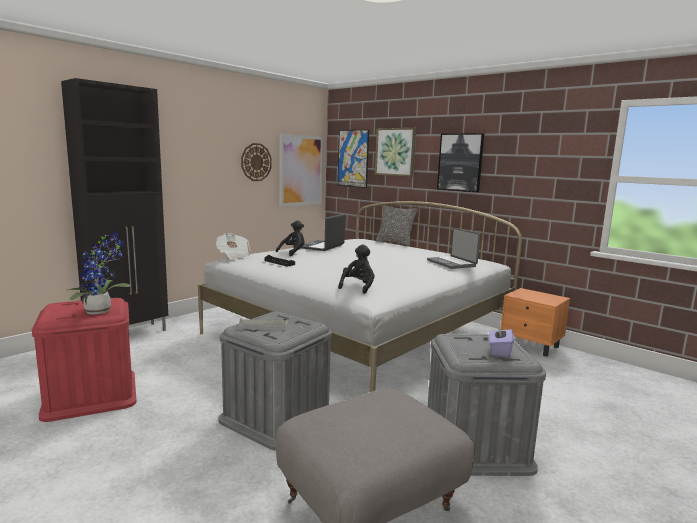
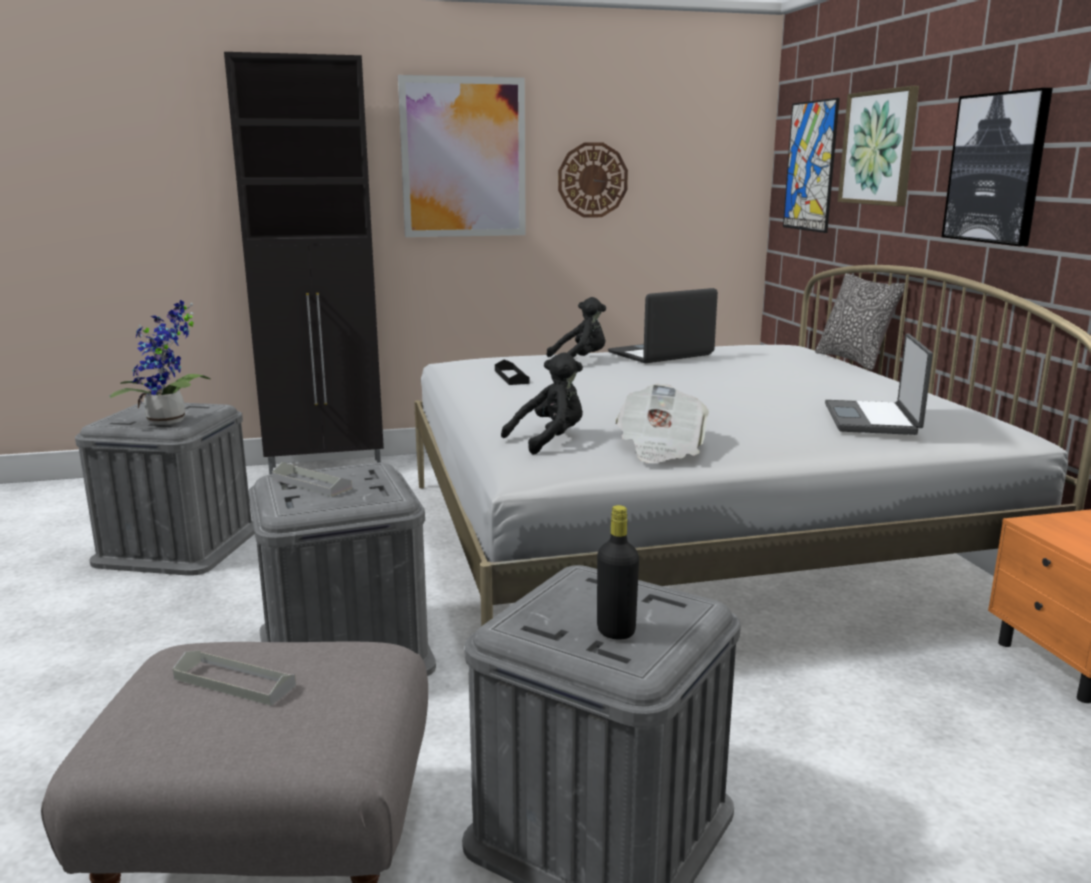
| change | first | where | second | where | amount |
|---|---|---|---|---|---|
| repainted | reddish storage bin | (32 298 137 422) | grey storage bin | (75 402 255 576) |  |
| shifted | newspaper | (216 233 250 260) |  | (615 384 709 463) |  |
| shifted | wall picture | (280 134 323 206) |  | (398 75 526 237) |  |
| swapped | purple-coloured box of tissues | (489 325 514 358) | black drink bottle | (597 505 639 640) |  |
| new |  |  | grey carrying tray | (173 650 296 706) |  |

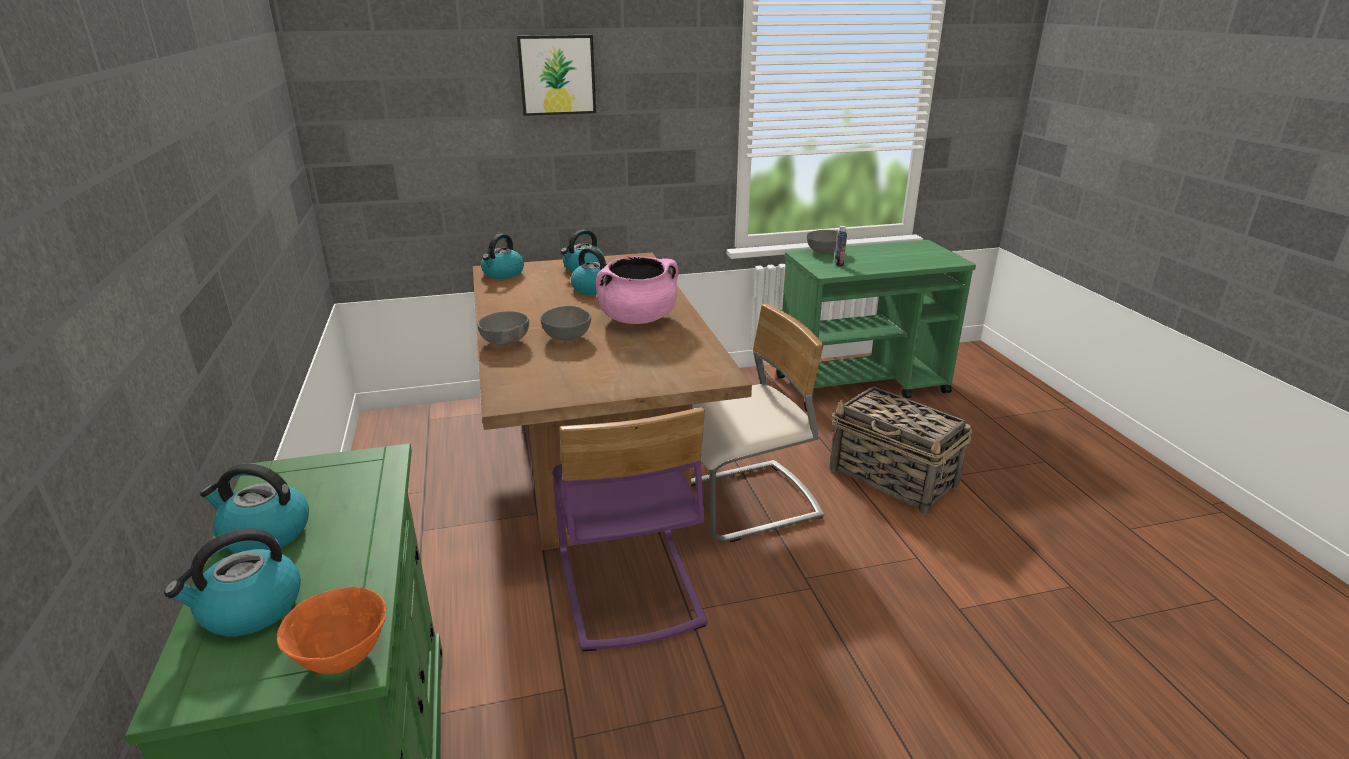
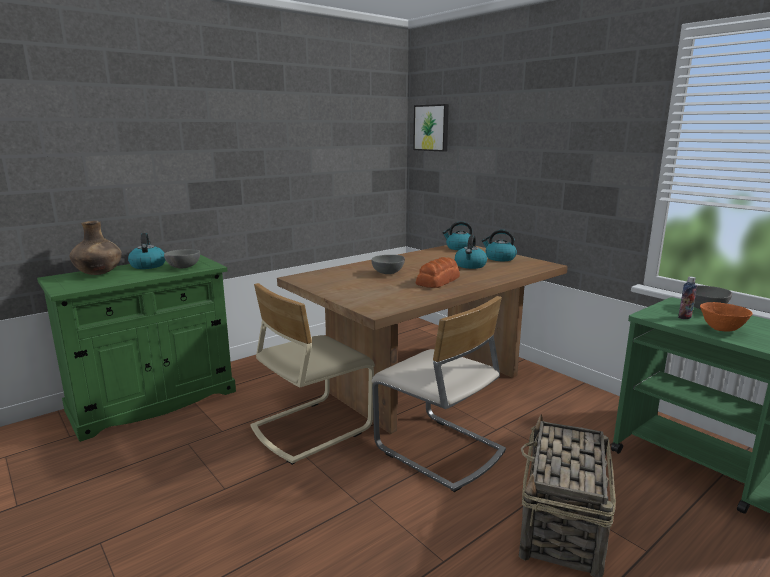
| change | first | where | second | where | amount |
|---|---|---|---|---|---|
| swapped | tea kettle | (164 528 301 636) | brownish decorative vase | (70 221 122 275) |  |
| shifted | orangey bowl | (277 587 387 674) |  | (700 302 753 332) |  |
| shifted | grey bowl | (477 311 529 345) |  | (164 249 200 269) |  |
| shifted | wall picture | (517 35 596 116) |  | (413 104 449 152) |  |
| repainted | purple-coloured plain chair | (552 407 708 651) | beige-coloured plain chair | (250 283 375 465) |  |
| swapped | pink stockpot | (596 256 678 324) | bakery bread | (416 257 460 288) |  |

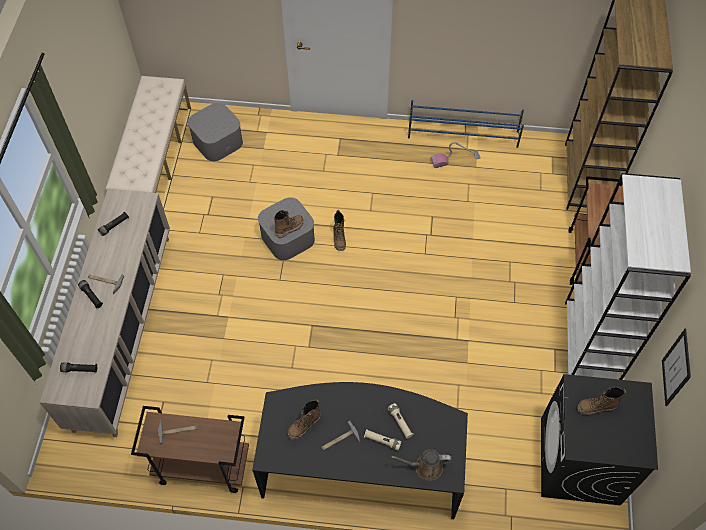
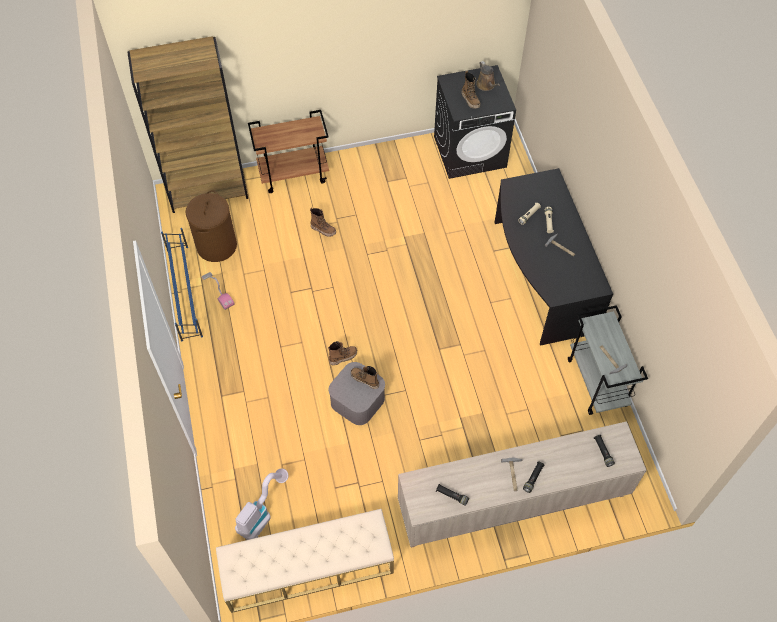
| change | first | where | second | where | amount |
|---|---|---|---|---|---|
| repainted | brownish cart | (131 406 249 493) | grey cart | (568 305 648 415) |  |
| swapped | grey storage bin | (188 103 243 162) | vacuum | (235 468 288 540) |  |
| shifted | tall boot | (288 399 321 440) |  | (310 207 336 237) |  |
| shifted | brownish watering pot | (391 449 452 481) |  | (476 61 500 91) |  |
| gone | white-coloured bookshelf | (565 173 691 380) |  |  |  |
| gone | wall picture | (662 329 691 406) |  |  |  |
| new |  |  | brownish laundry basket | (186 191 237 262) |  |

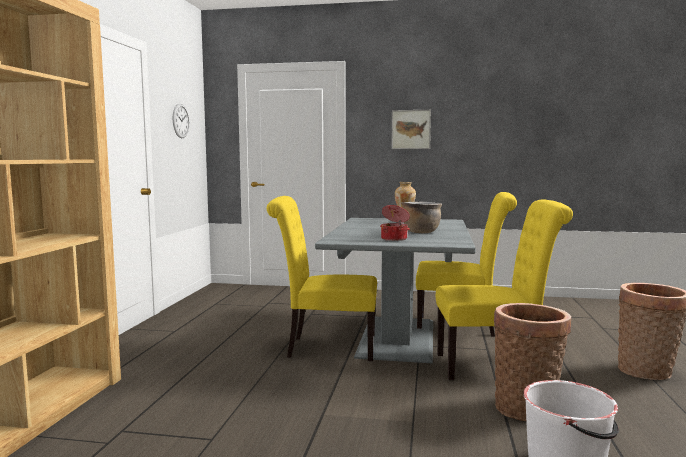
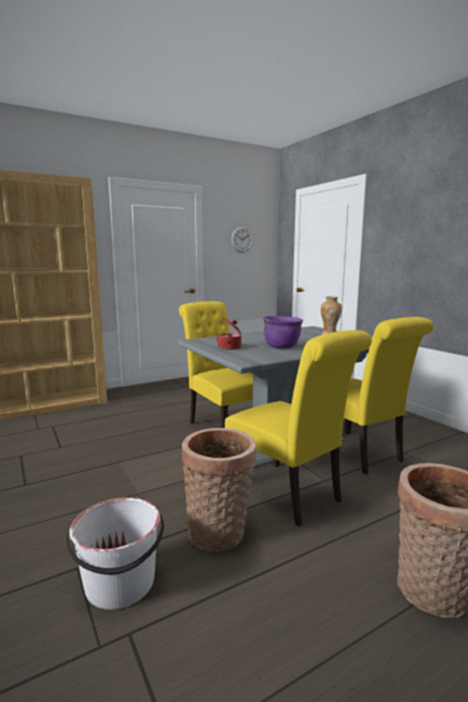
| change | first | where | second | where | amount |
|---|---|---|---|---|---|
| gone | wall picture | (391 110 431 149) |  |  |  |
| repainted | brownish stockpot | (401 202 443 233) | purple-coloured stockpot | (263 316 303 349) |  |

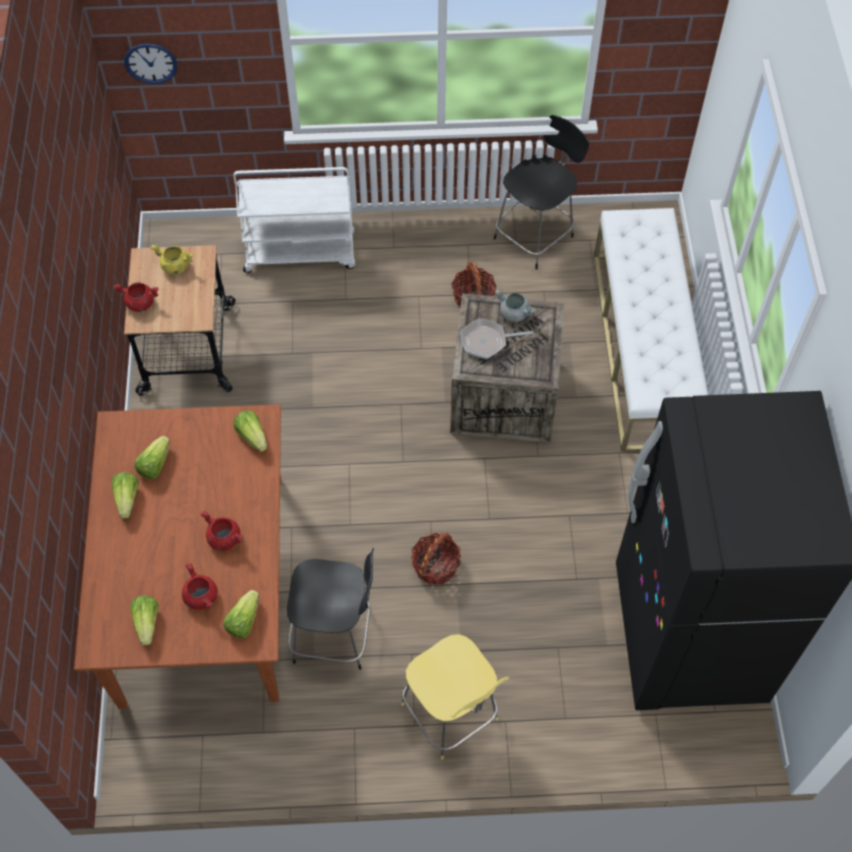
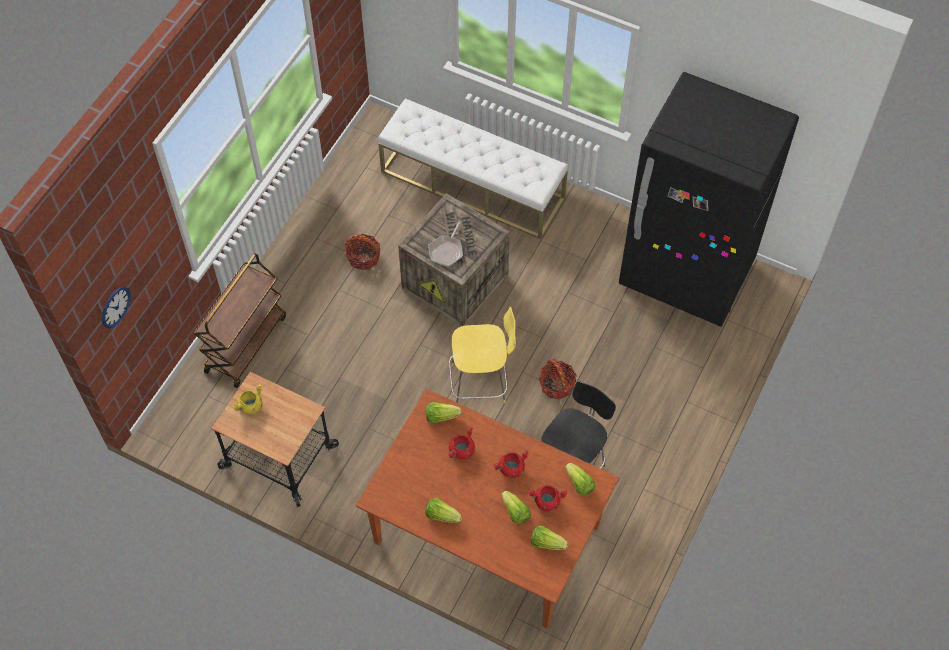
| change | first | where | second | where | amount |
|---|---|---|---|---|---|
| shifted | reddish stockpot | (114 282 158 312) |  | (448 427 475 460) |  |
| shifted | lettuce | (134 436 170 479) |  | (501 491 531 524) |  |
| repainted | white-coloured cart | (234 167 355 273) | brownish cart | (194 254 286 388) |  |
| shifted | yellow-coloured stool | (401 634 509 760) |  | (449 306 516 404) |  |
| gone | black stool | (494 115 589 269) |  |  |  |
| gone | grey stockpot | (495 290 535 322) |  |  |  |

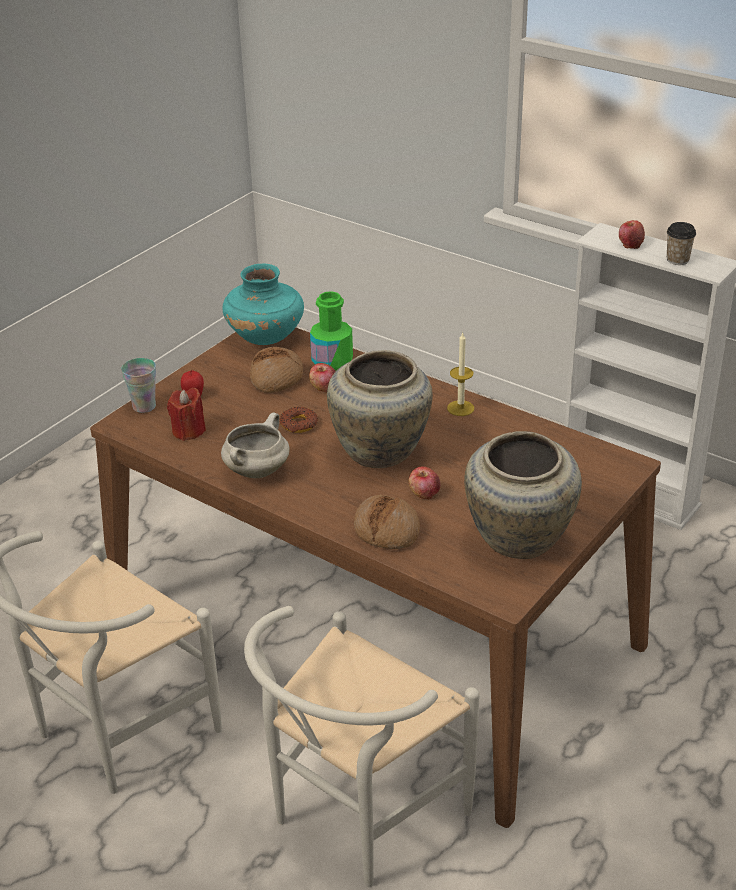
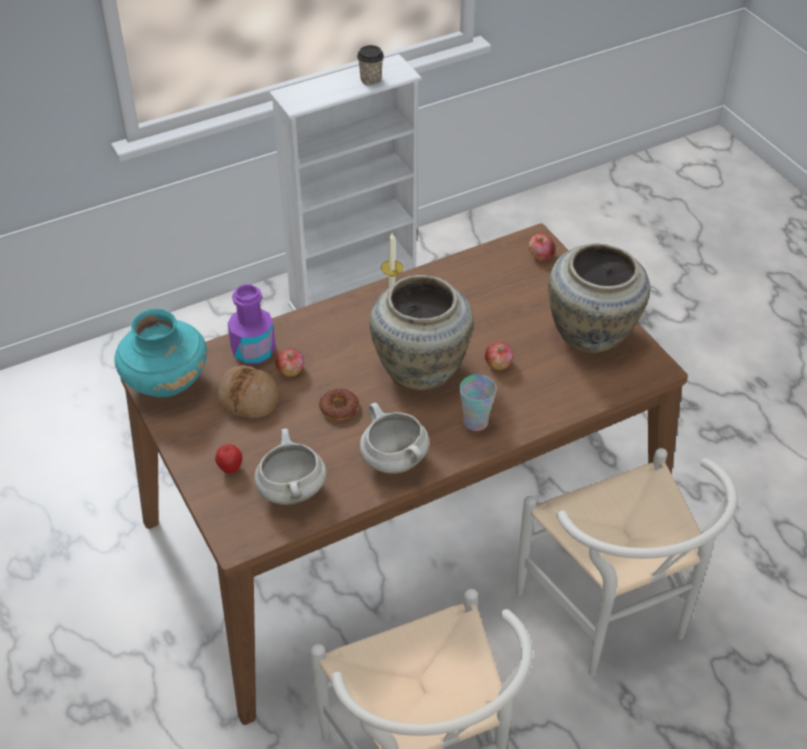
| change | first | where | second | where | amount |
|---|---|---|---|---|---|
| shifted | drinking cup | (121 358 156 413) |  | (460 374 497 431) |  |
| swapped | reddish wax candle | (167 388 206 441) | white-coloured stockpot | (254 428 327 505) |  |
| repainted | green drink bottle | (310 291 353 371) | purple-coloured drink bottle | (228 284 276 364) |  |
| gone | bakery bread | (354 495 420 549) |  |  |  |
| shifted | apple | (619 220 645 249) |  | (529 233 555 262) |  |

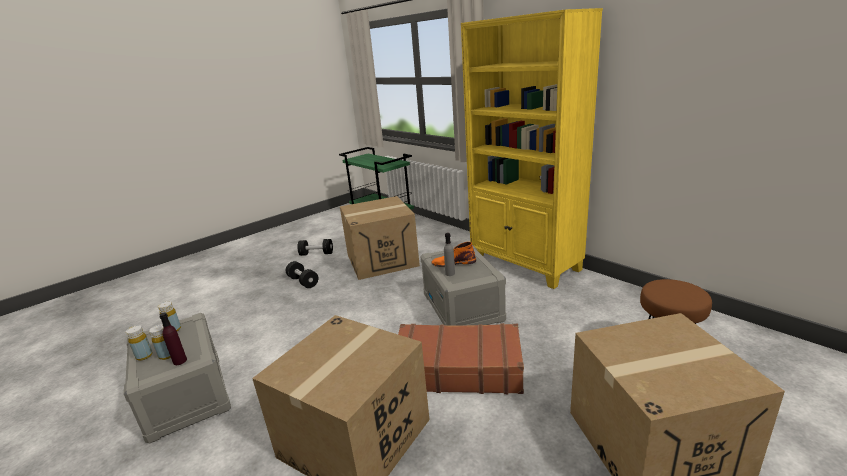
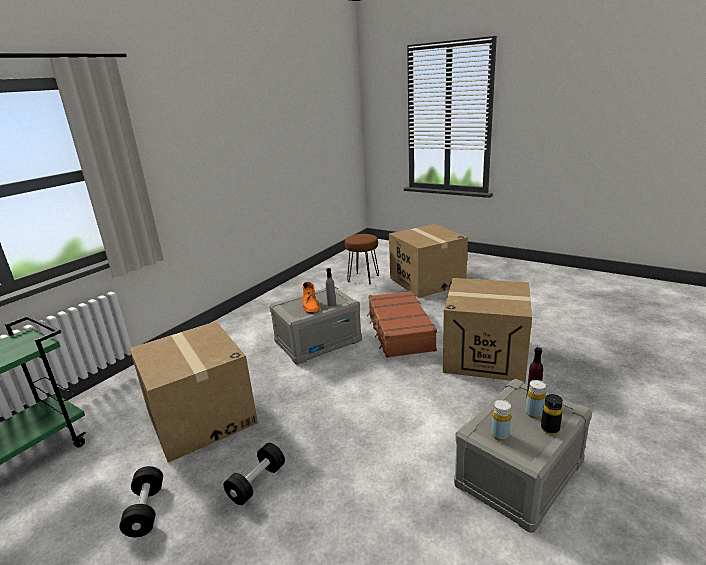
| change | first | where | second | where | amount |
|---|---|---|---|---|---|
| repainted | yellow-coloured drink bottle | (126 325 153 361) | black drink bottle | (541 394 563 435) |  |
| gone | yellow-coloured bookshelf | (461 8 603 289) |  |  |  |

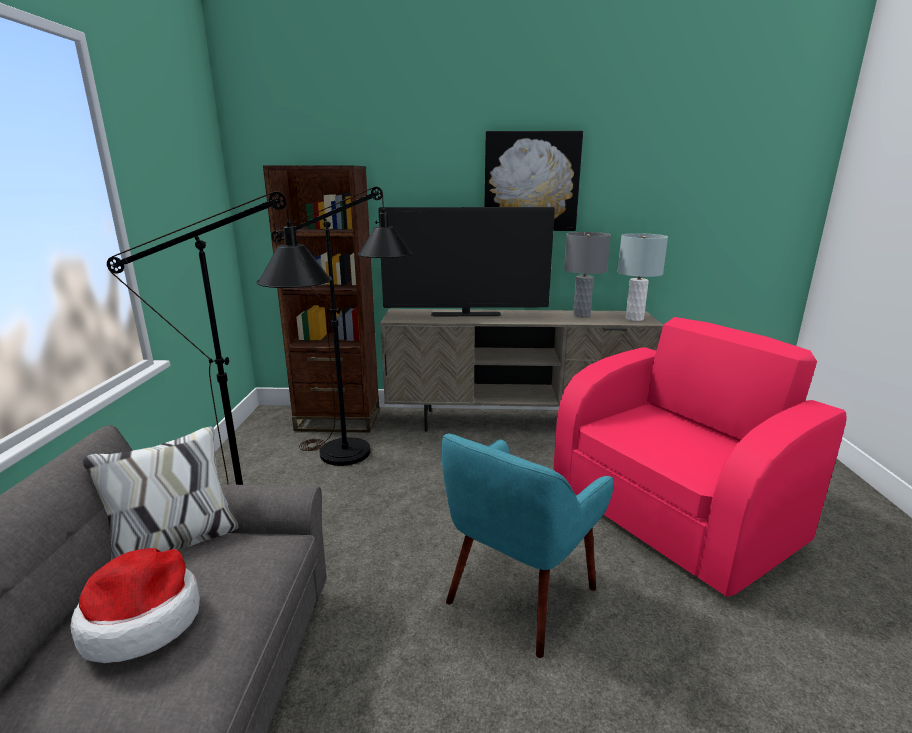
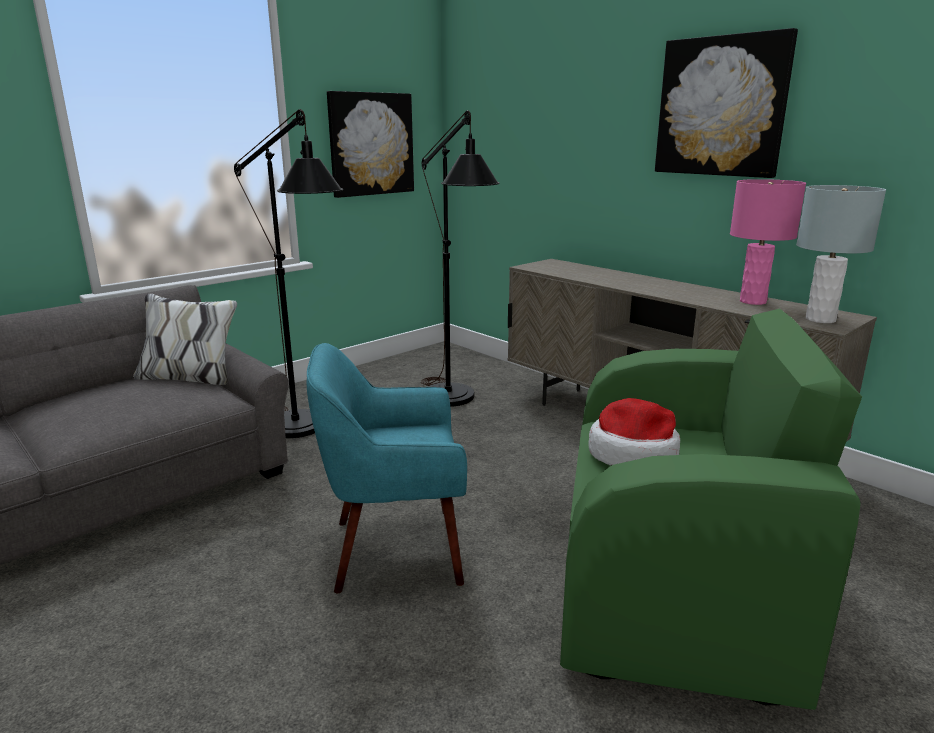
| change | first | where | second | where | amount |
|---|---|---|---|---|---|
| shifted | wearable hat | (71 548 200 663) |  | (588 398 680 465) |  |
| gone | brownish bookshelf | (263 165 380 433) |  |  |  |
| gone | television | (378 207 555 316) |  |  |  |
| repainted | pink armchair | (553 317 847 597) | green armchair | (560 309 862 710) |  |
| repainted | grey tabletop lamp | (564 232 611 317) | pink tabletop lamp | (730 179 806 305) |  |
| new |  |  | wall picture | (327 91 414 198) |  |

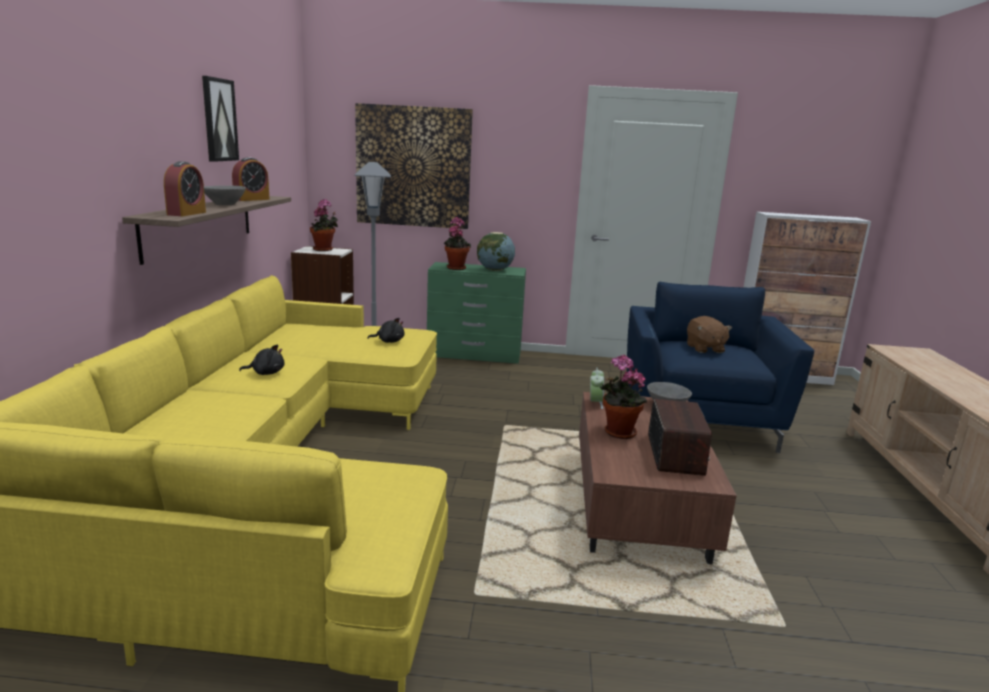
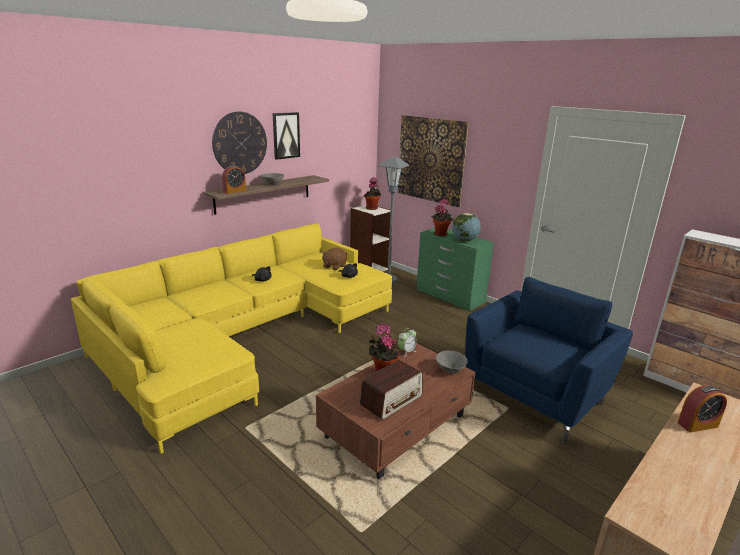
| change | first | where | second | where | amount |
|---|---|---|---|---|---|
| shifted | bedside clock | (232 157 270 201) |  | (677 385 727 433) |  |
| shifted | brownish plush toy | (687 316 732 353) |  | (322 247 347 270) |  |
| new |  |  | wall clock | (212 112 267 174) |  |

